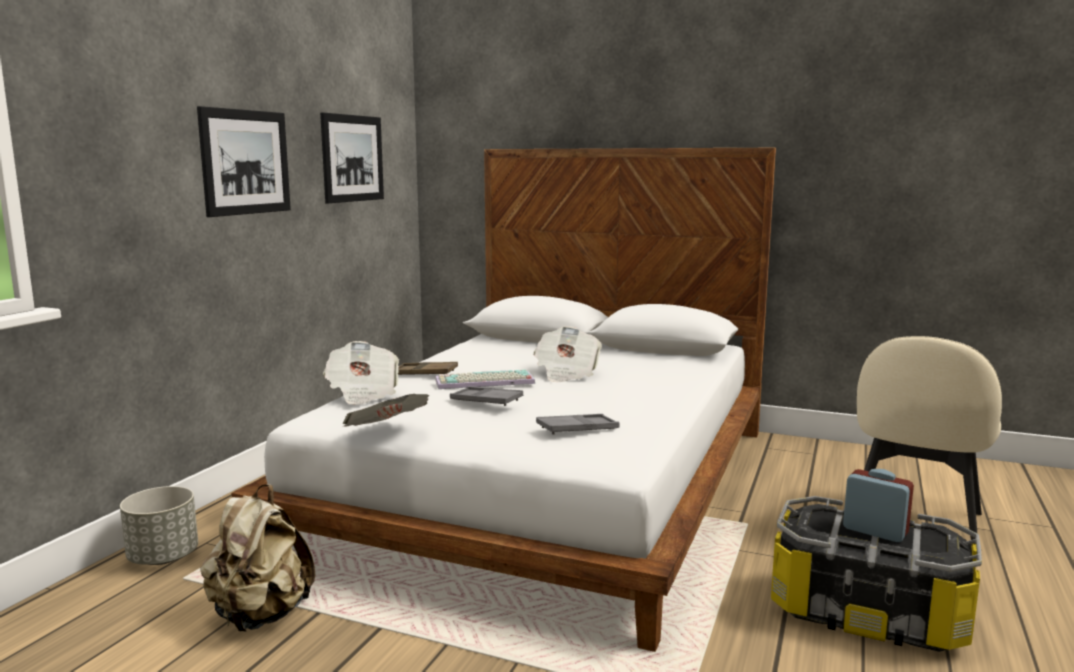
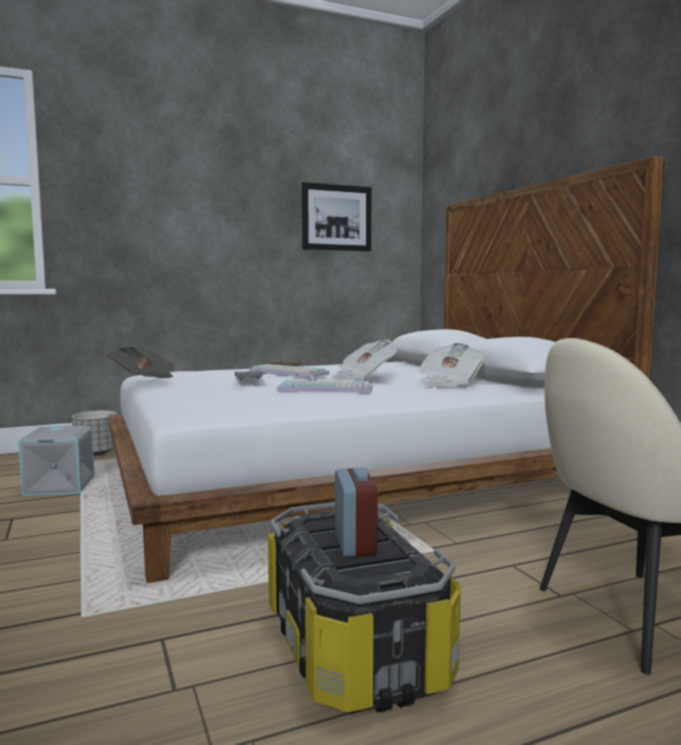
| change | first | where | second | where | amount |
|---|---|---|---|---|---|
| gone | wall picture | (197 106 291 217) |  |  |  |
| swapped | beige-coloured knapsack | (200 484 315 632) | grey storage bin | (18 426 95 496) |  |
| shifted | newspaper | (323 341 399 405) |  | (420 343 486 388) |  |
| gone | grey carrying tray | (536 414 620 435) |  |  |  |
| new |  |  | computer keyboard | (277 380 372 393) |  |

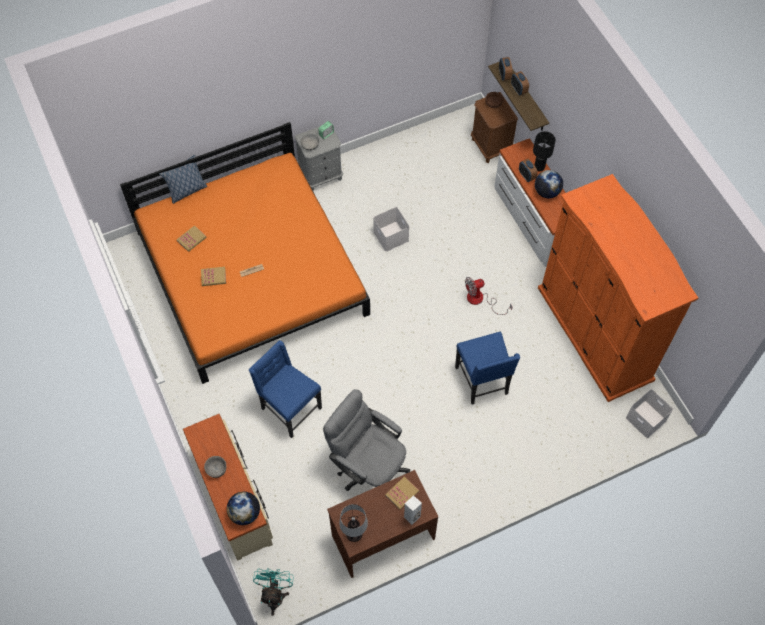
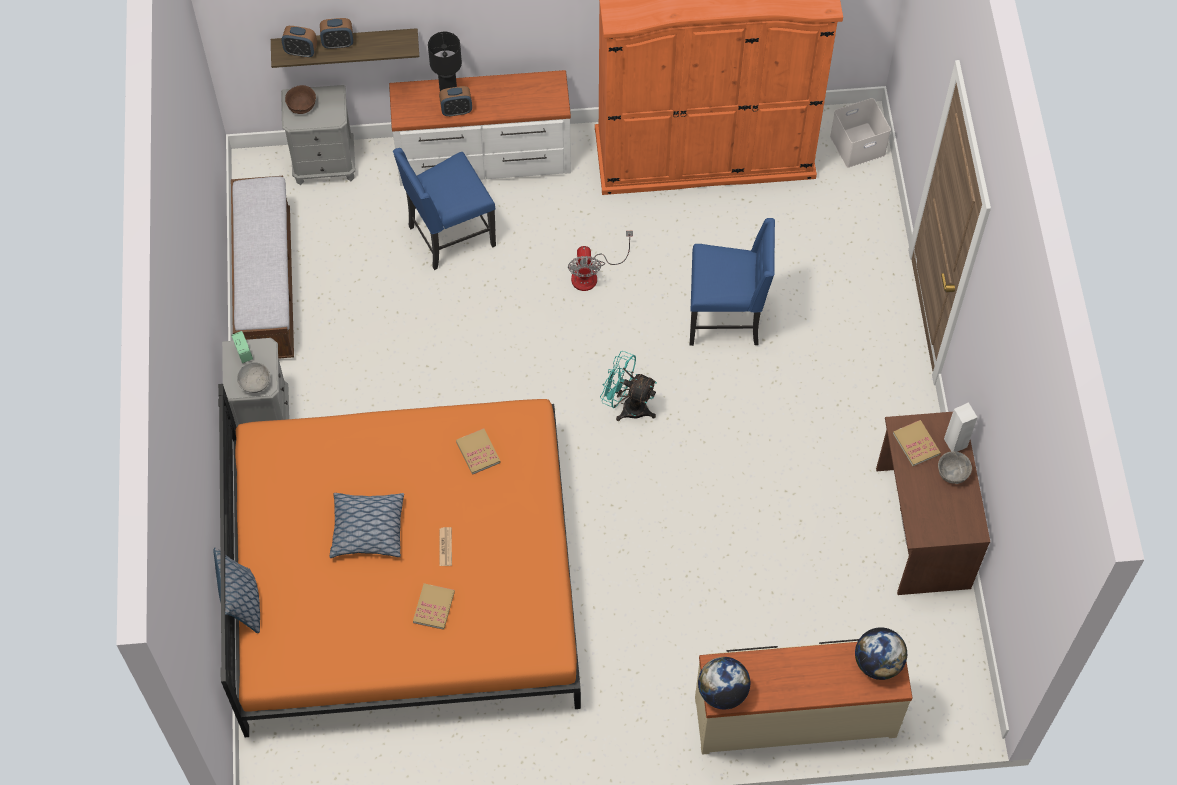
| change | first | where | second | where | amount |
|---|---|---|---|---|---|
| shifted | volume | (177 225 207 252) |  | (456 428 501 475) |  |
| shifted | grey bowl | (204 456 226 478) |  | (938 451 972 484) |  |
| shifted | blue-coloured plain chair | (249 340 322 438) |  | (393 148 496 270) |  |
| shifted | turquoise fan | (253 568 294 616) |  | (600 351 657 421) |  |
| gone | grey computer chair | (323 389 410 491) |  |  |  |
| gone | tabletop lamp | (339 504 368 542) |  |  |  |
| gone | white-coloured storage bin | (373 207 409 252) |  |  |  |
| repainted | brownish nightstand | (471 92 518 163) | grey nightstand | (281 85 355 185) |  |
| shifted | world globe | (535 170 563 198) |  | (698 657 750 709) |  |
| new |  |  | long seat | (231 176 294 359) |  |
| new |  |  | throw pillow | (329 493 404 558) |  |

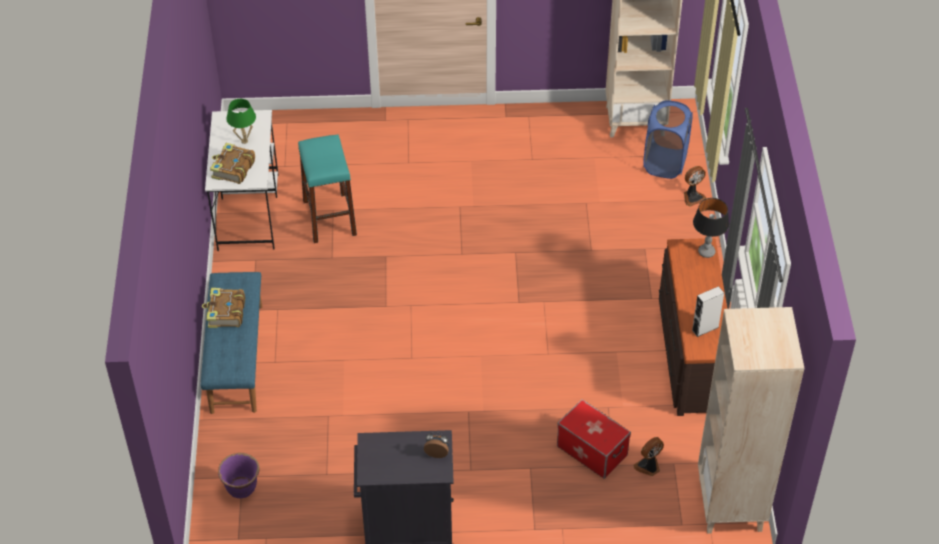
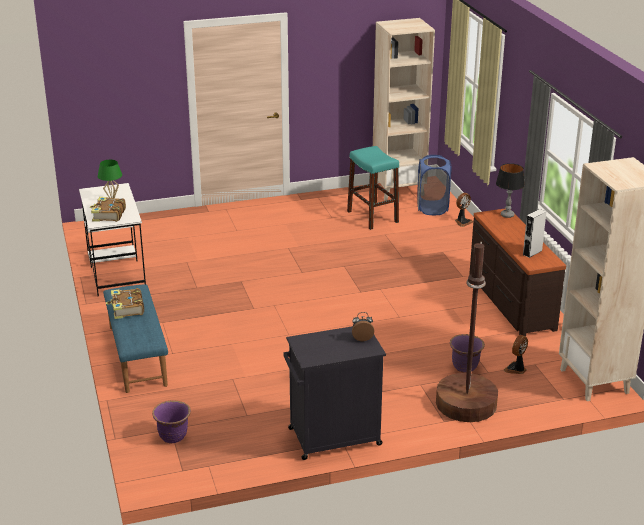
| change | first | where | second | where | amount |
|---|---|---|---|---|---|
| shifted | turquoise stool | (298 135 357 243) |  | (347 146 399 230) |  |
| swapped | storage bin | (557 399 631 479) | purple-coloured flower pot | (450 334 485 372) |  |
| new |  |  | brownish floor lamp | (436 242 498 422) |  |

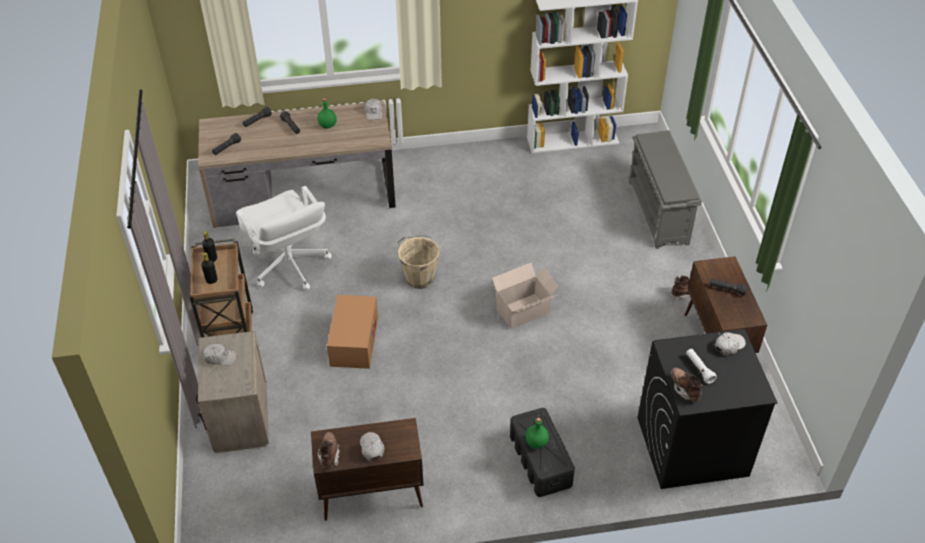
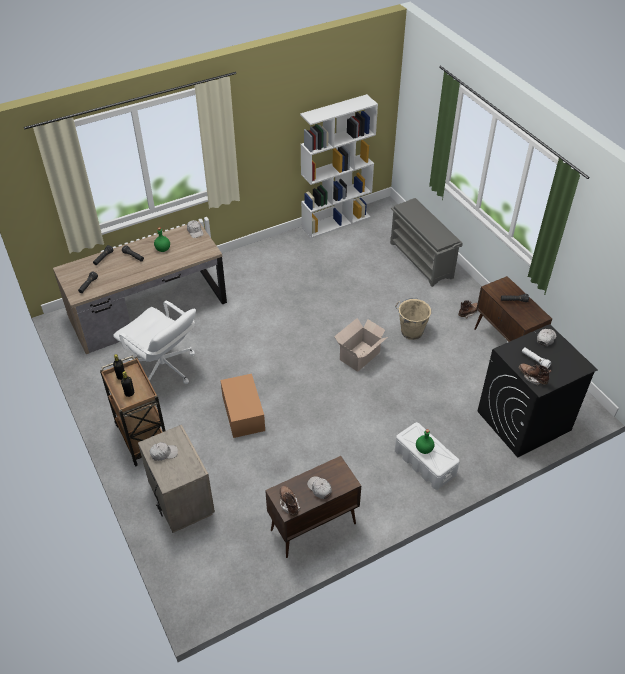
| change | first | where | second | where | amount |
|---|---|---|---|---|---|
| shifted | beige-coloured pail | (397 236 439 289) |  | (395 298 431 340) |  |
| repainted | black storage bin | (510 408 575 497) | white-coloured storage bin | (395 422 460 490) |  |

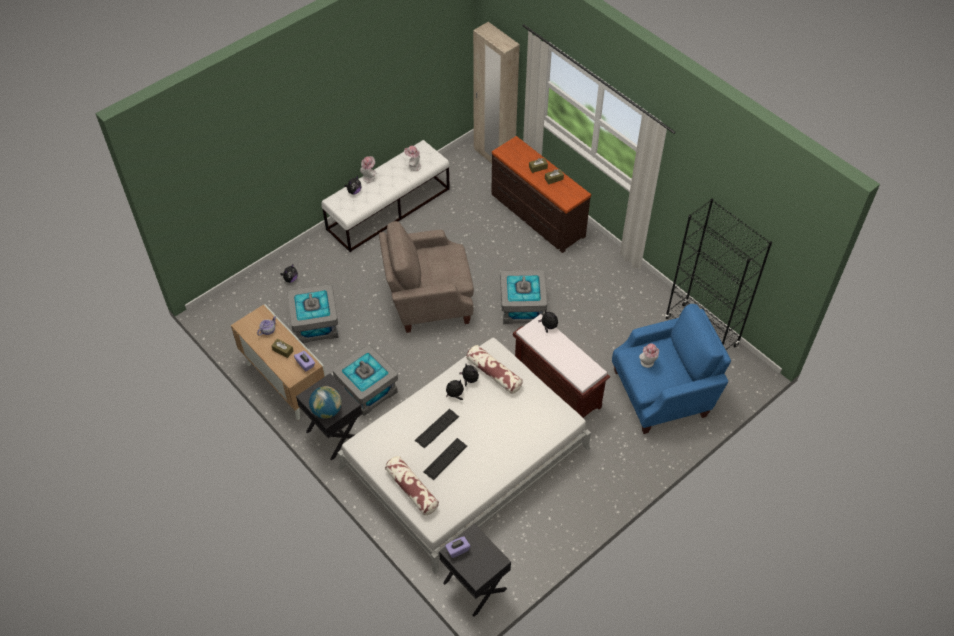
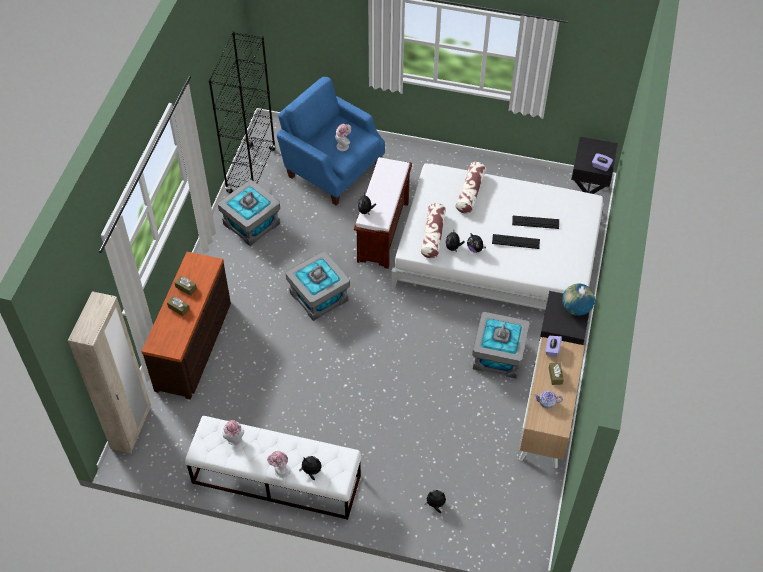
| change | first | where | second | where | amount |
|---|---|---|---|---|---|
| shifted | grey storage bin | (287 284 339 343) |  | (218 180 280 246) |  |
| gone | beige-coloured armchair | (379 221 474 333) |  |  |  |
| shifted | throw pillow | (385 456 439 515) |  | (456 162 486 213) |  |

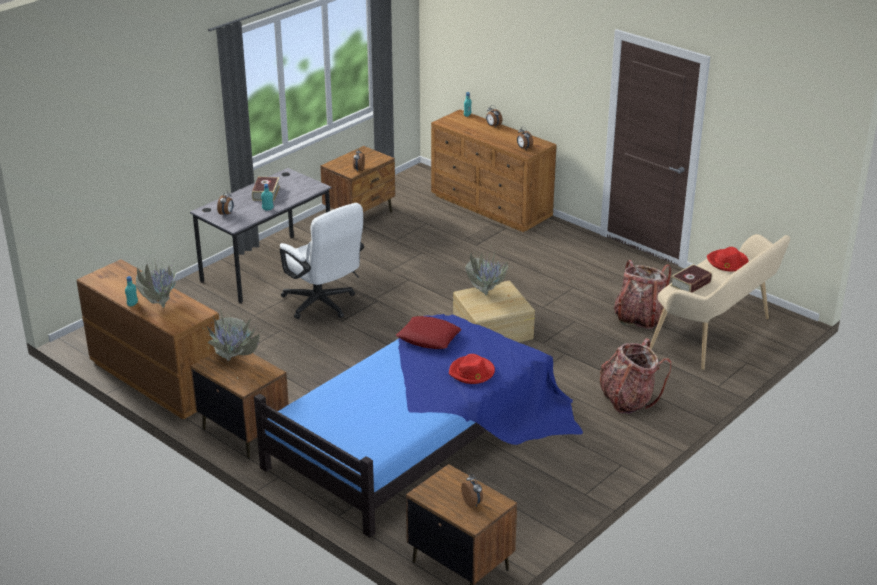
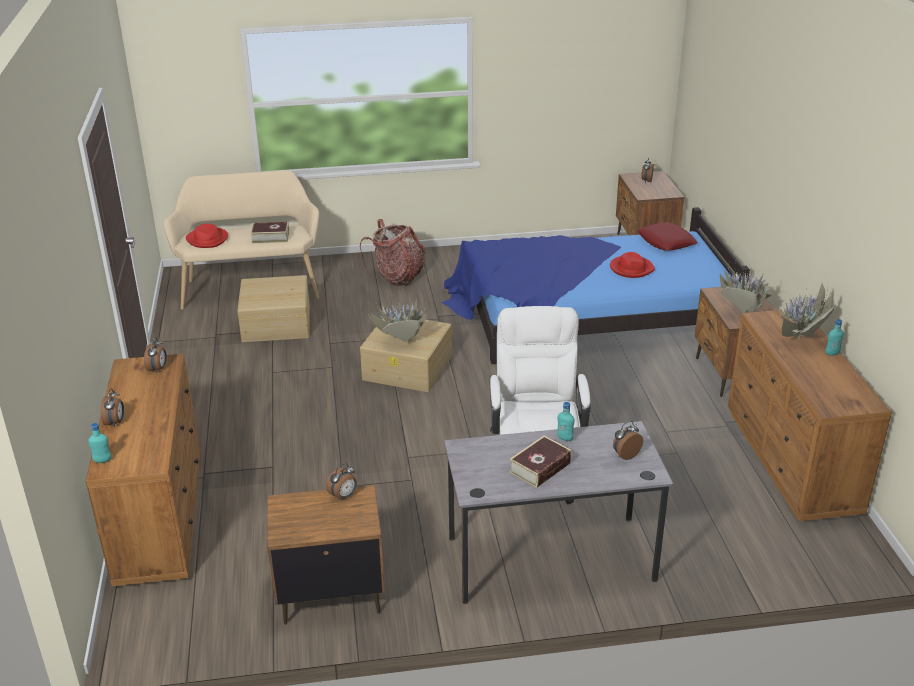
| change | first | where | second | where | amount |
|---|---|---|---|---|---|
| shifted | reddish throw pillow | (396 316 461 349) |  | (638 223 697 251) |  |
| shifted | reddish wearable hat | (449 354 495 384) |  | (610 252 655 278) |  |
| swapped | knapsack | (614 260 671 329) | beige-coloured storage bin | (237 275 310 342) |  |

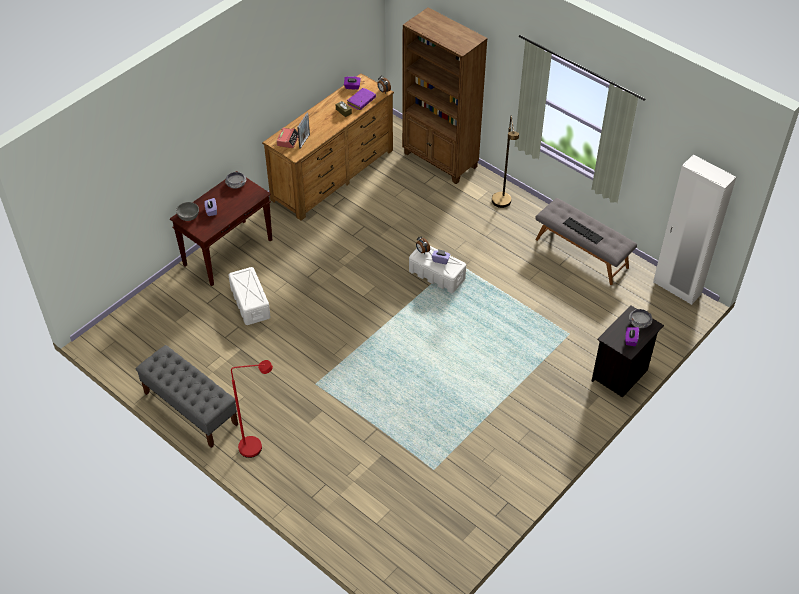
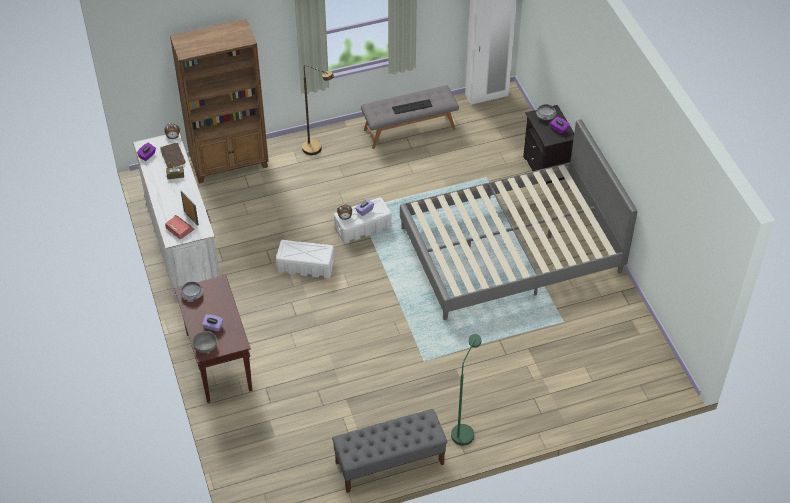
| change | first | where | second | where | amount |
|---|---|---|---|---|---|
| shifted | white-coloured storage bin | (228 267 271 325) |  | (276 240 334 278) |  |
| repainted | reddish floor lamp | (231 360 273 458) | green floor lamp | (451 334 482 445) |  |
| repainted | brownish drawer chest | (262 73 394 221) | white-coloured drawer chest | (133 133 220 303) |  |
| repainted | purple-coloured volume | (347 88 376 110) | brownish volume | (161 143 185 168) |  |
| new |  |  | grey sleeping bed | (400 119 638 320) |  |

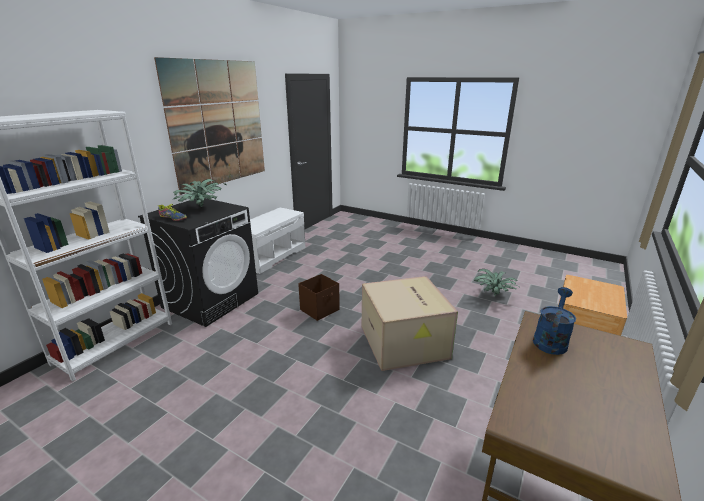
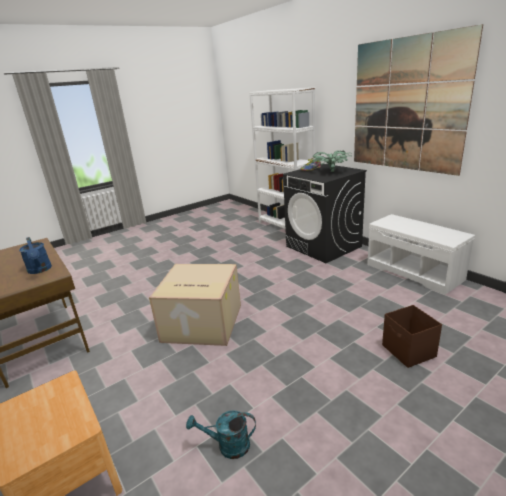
| change | first | where | second | where | amount |
|---|---|---|---|---|---|
| shifted | brownish storage bin | (298 274 340 321) |  | (382 305 442 368) |  |
| swapped | houseplant | (474 269 521 297) | turquoise watering pot | (186 410 256 459) |  |

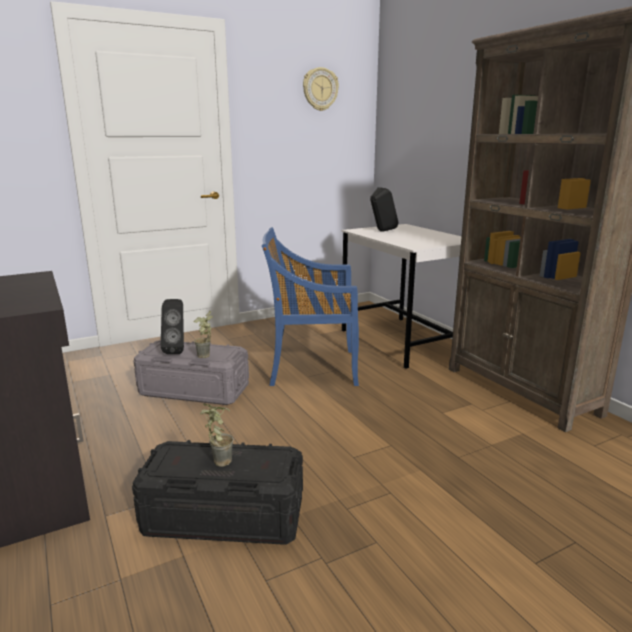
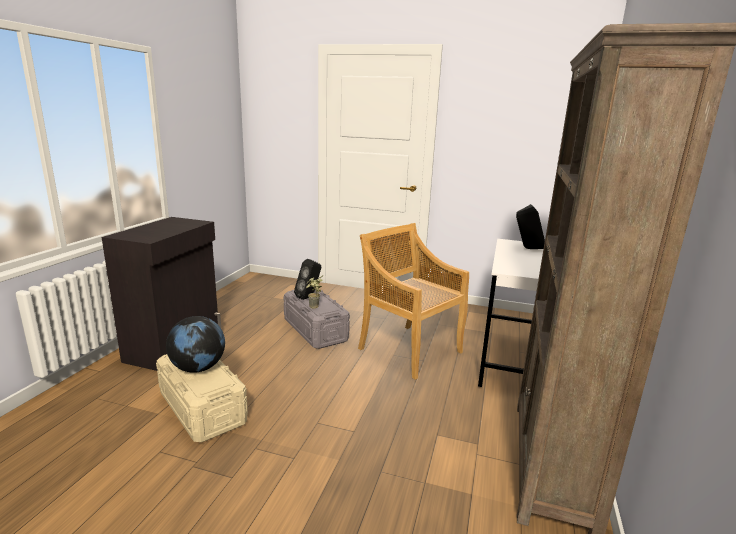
| change | first | where | second | where | amount |
|---|---|---|---|---|---|
| repainted | black storage bin | (132 440 303 544) | beige-coloured storage bin | (156 354 248 442) |  |
| swapped | houseplant | (200 404 234 467) | world globe | (166 316 225 373) |  |
| repainted | blue-coloured plain chair | (262 227 359 386) | beige-coloured plain chair | (358 223 469 380) |  |
| gone | wall clock | (303 67 339 111) |  |  |  |

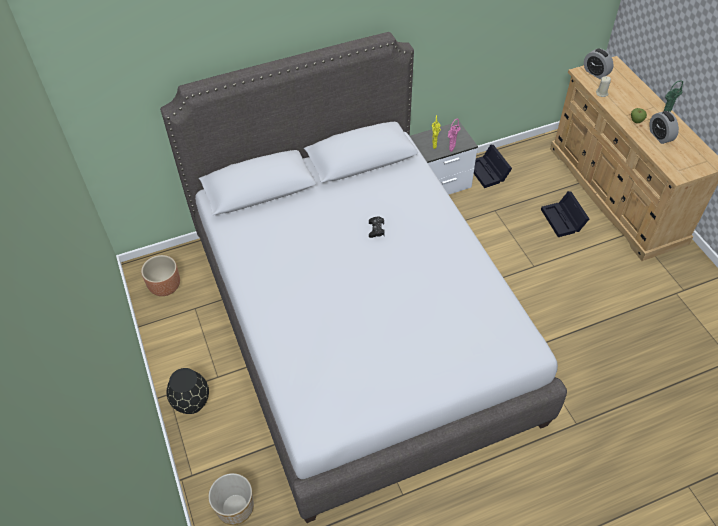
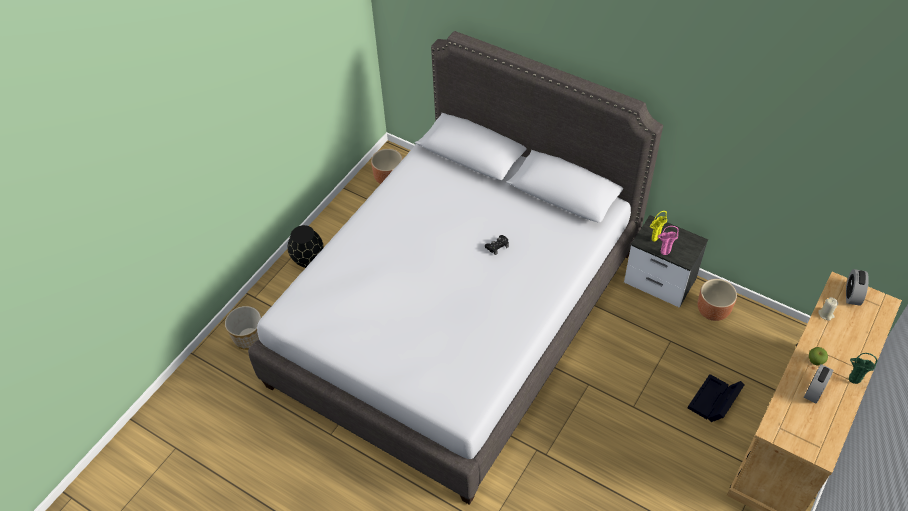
| change | first | where | second | where | amount |
|---|---|---|---|---|---|
| swapped | black storage bin | (474 145 512 188) | brownish flower pot | (698 279 737 321) |  |

